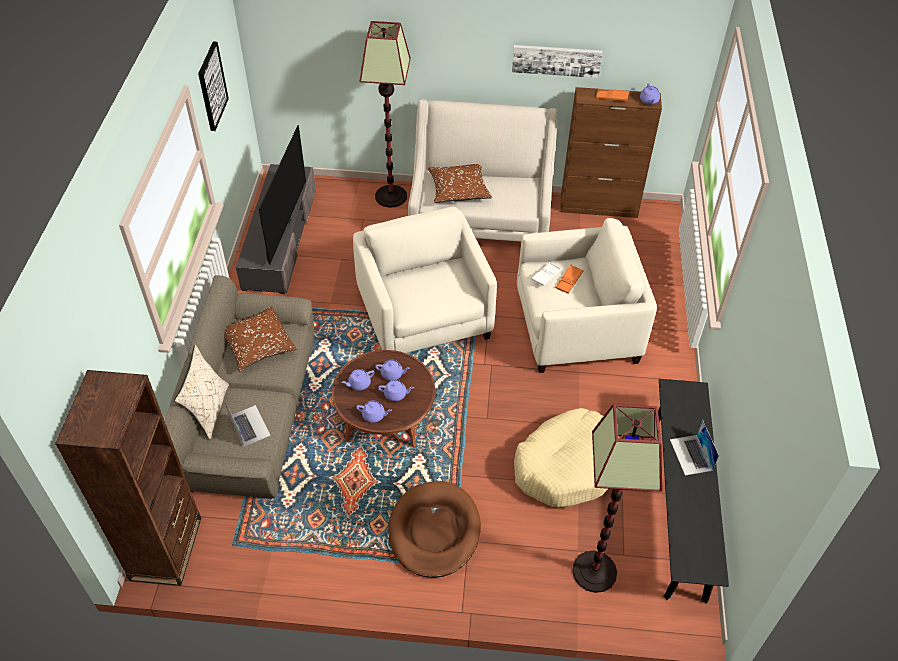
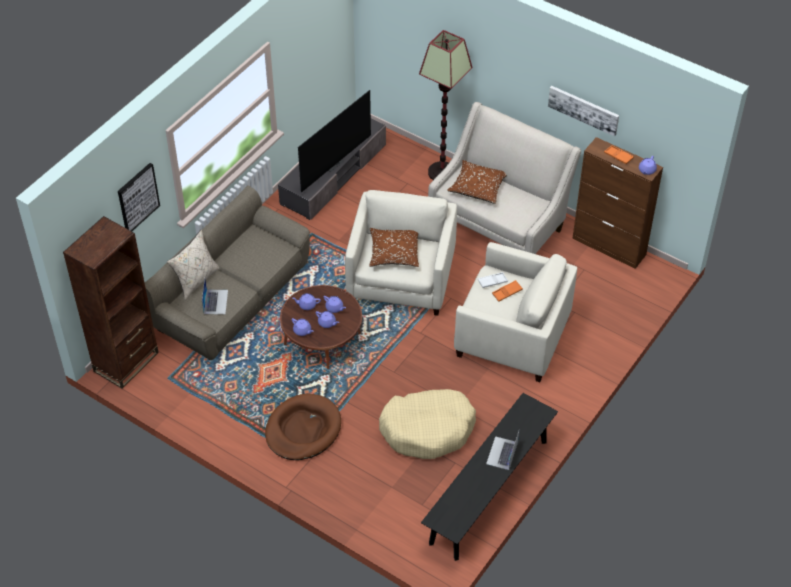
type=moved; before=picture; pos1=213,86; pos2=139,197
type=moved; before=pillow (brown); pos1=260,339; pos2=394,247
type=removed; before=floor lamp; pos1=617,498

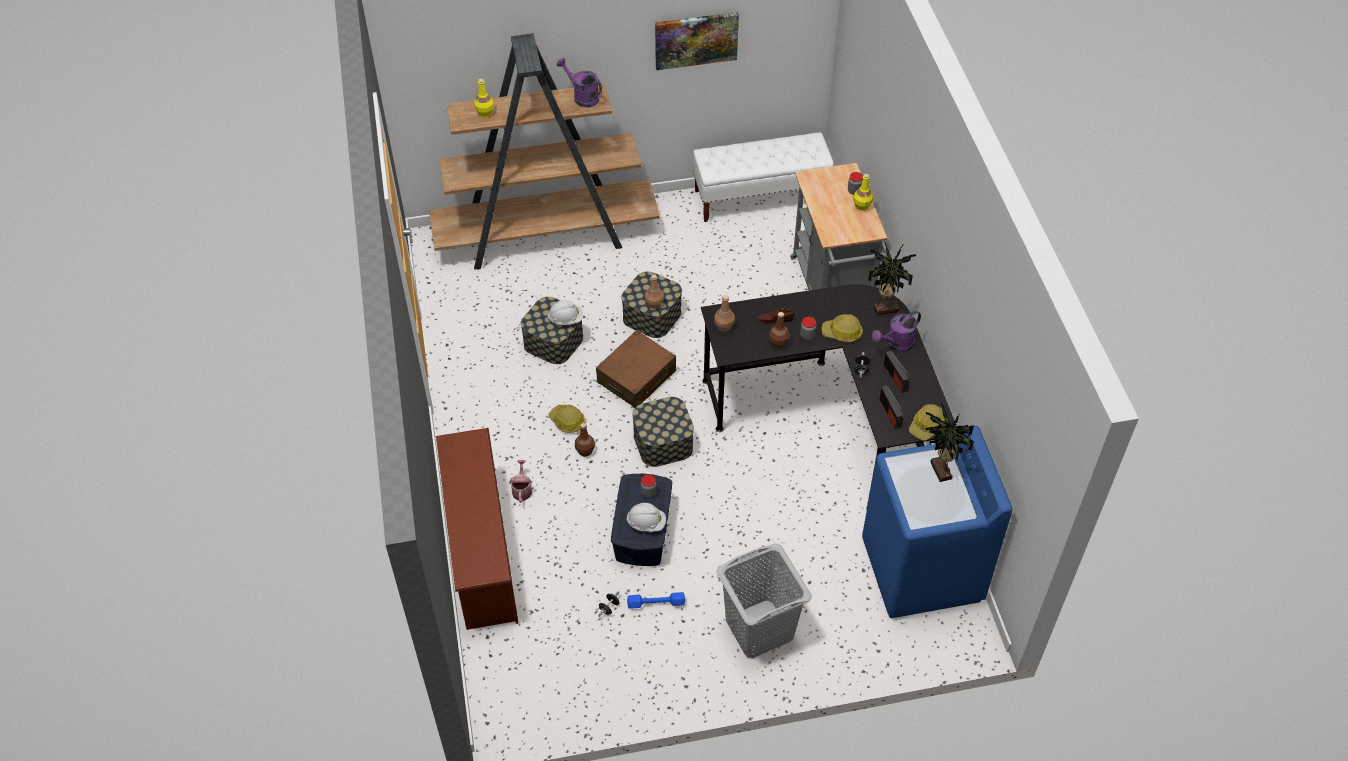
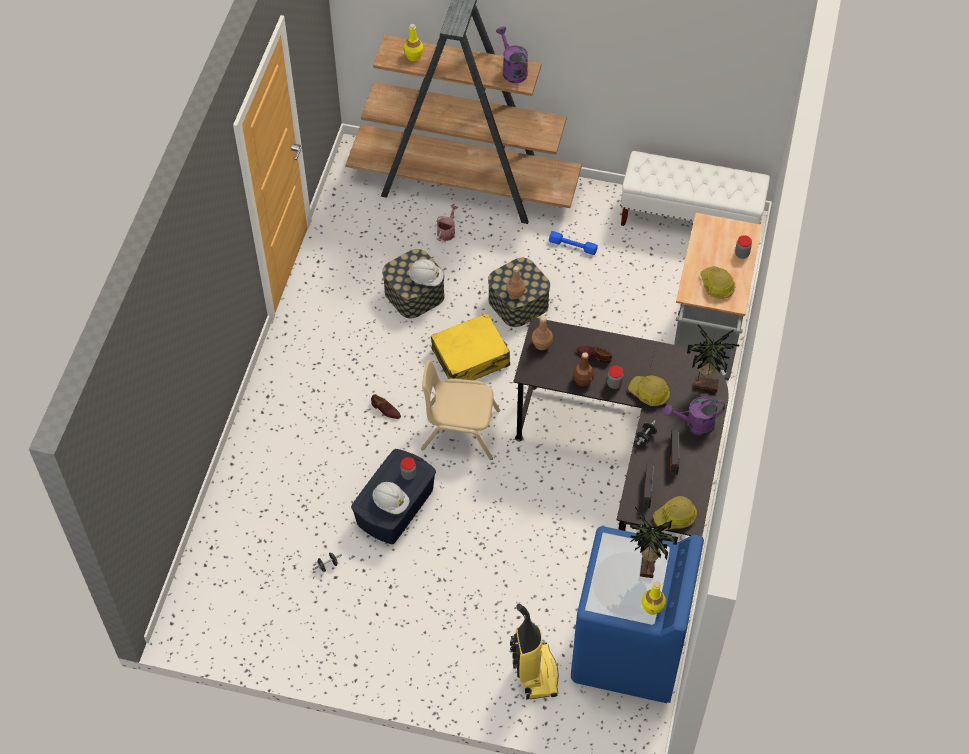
type=removed; before=shoe rack (brown); pos1=477,529
type=moved; before=watering can; pos1=520,481; pos2=447,223
type=moved; before=hard hat; pos1=566,419; pos2=717,282
type=replaced; before=bottle (brown); after=shoe (brown); pos1=585,439; pos2=386,406
type=recoloured; before=suitcase (brown); after=suitcase (yellow); pos1=636,369; pos2=470,346
type=moved; before=dumbbell (blue); pos1=656,600; pos2=573,243
type=replaced; before=storage box; after=chair (beige); pos1=663,432; pos2=460,410
type=removed; before=picture; pos1=697,41
type=removed; before=laundry basket (grey); pos1=764,600
type=moved; before=bottle (yellow); pos1=863,192; pos2=654,598
type=added; after=vacuum cleaner; pos2=534,652

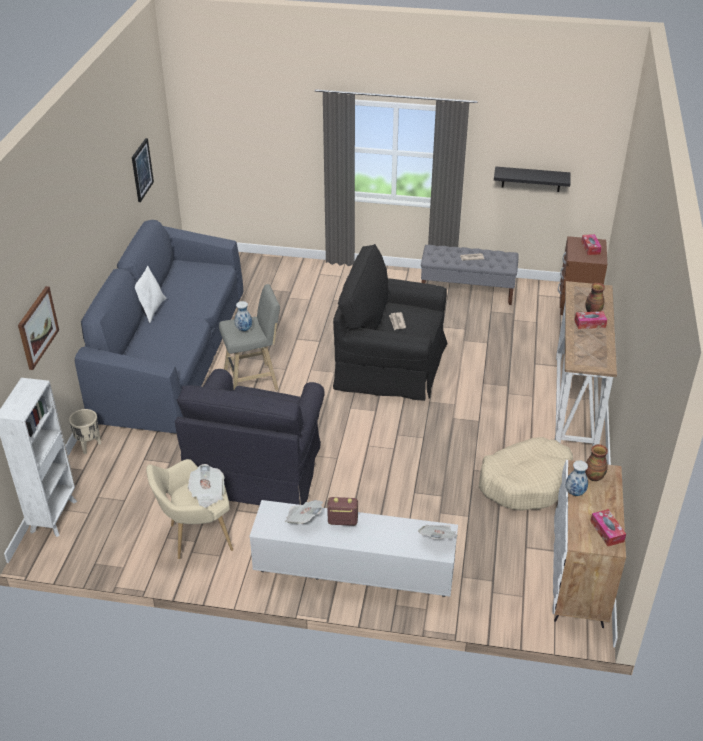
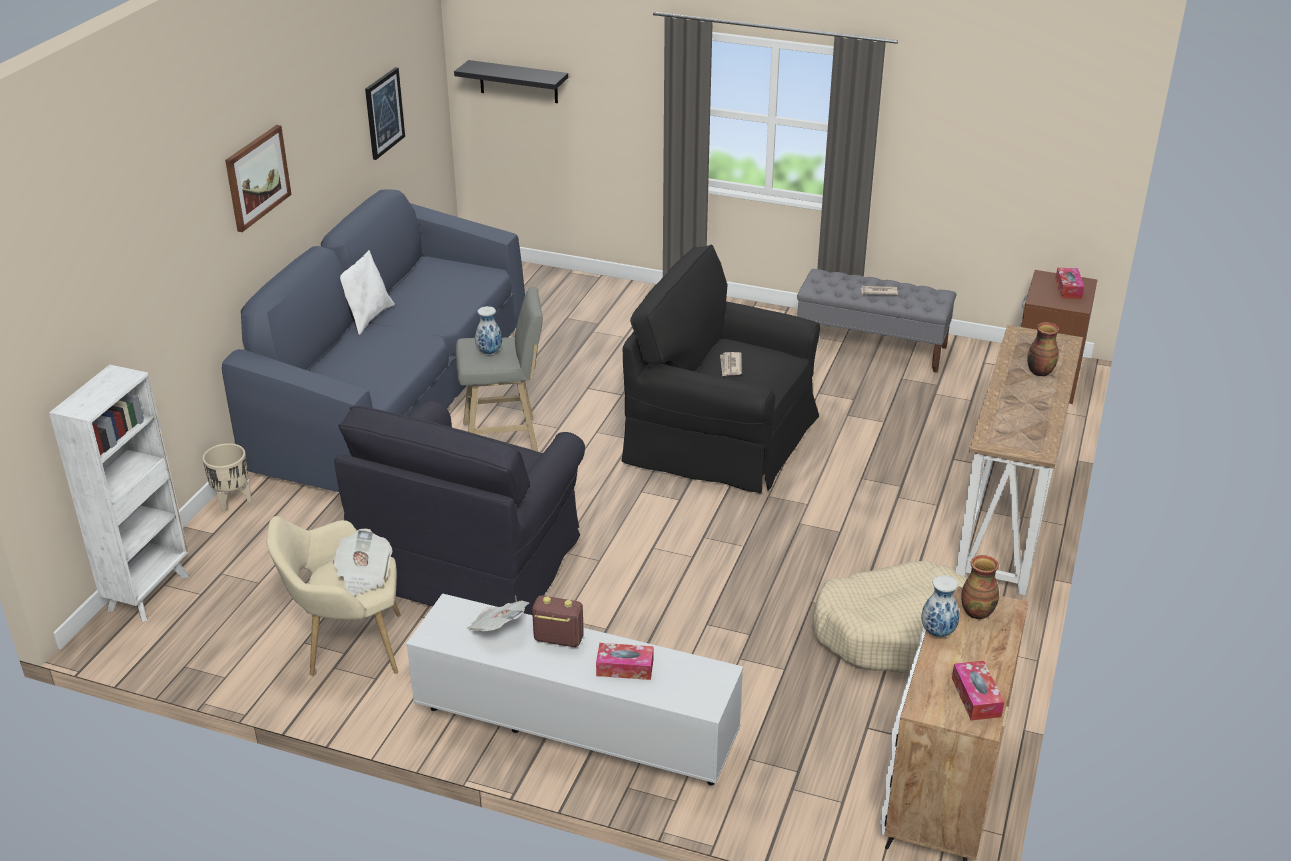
type=moved; before=picture; pos1=38,328; pos2=258,178
type=removed; before=newspaper; pos1=438,532
type=moved; before=shelf (black); pos1=532,179; pos2=511,81
type=moved; before=tissue box; pos1=591,320; pos2=625,661

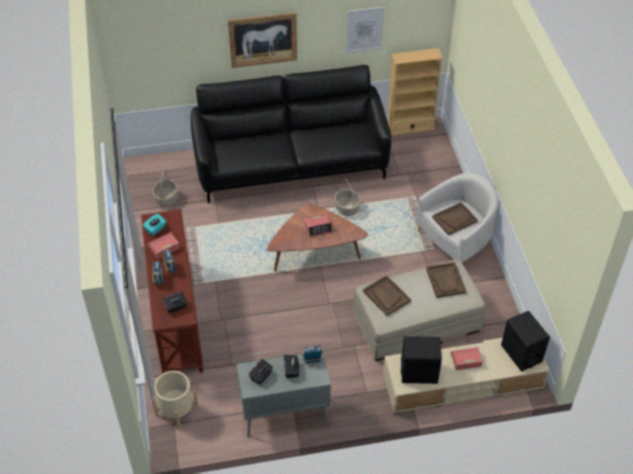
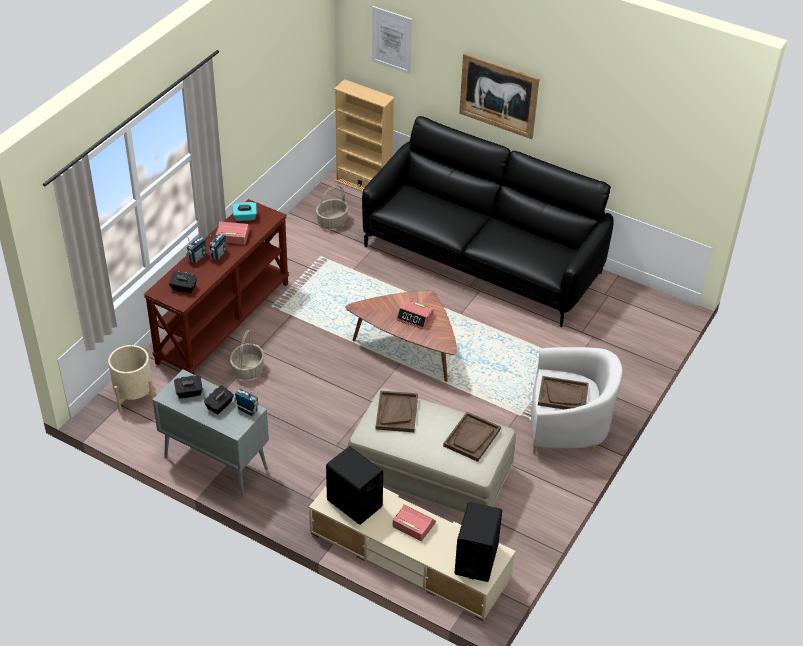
type=moved; before=basket; pos1=347,197; pos2=247,355
type=moved; before=picture; pos1=365,30; pos2=392,40
type=moved; before=bookcase (beige); pos1=415,91; pos2=364,135

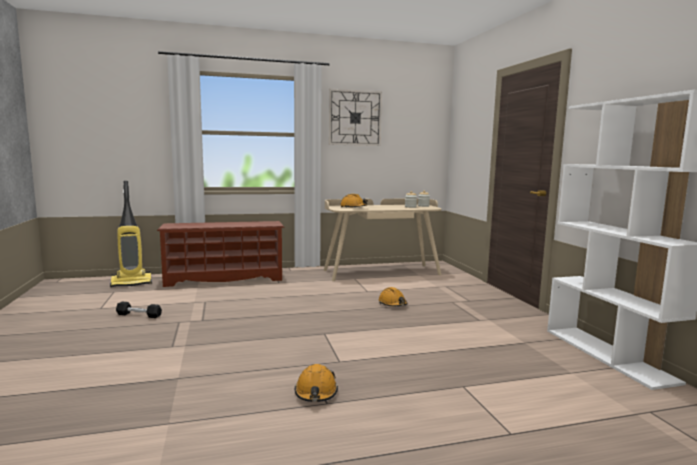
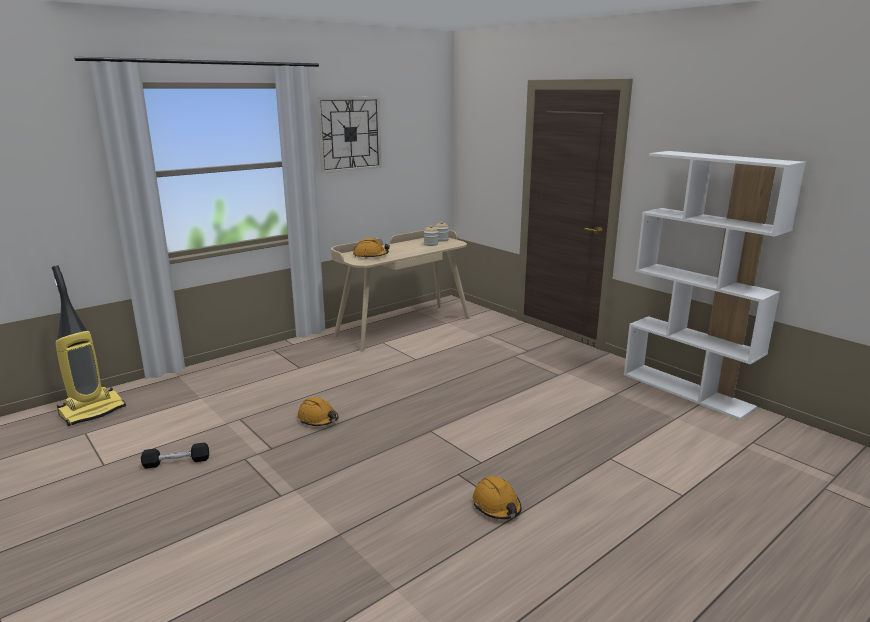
type=removed; before=shoe rack (brown); pos1=221,254
type=moved; before=hard hat (orange); pos1=393,296; pos2=318,411

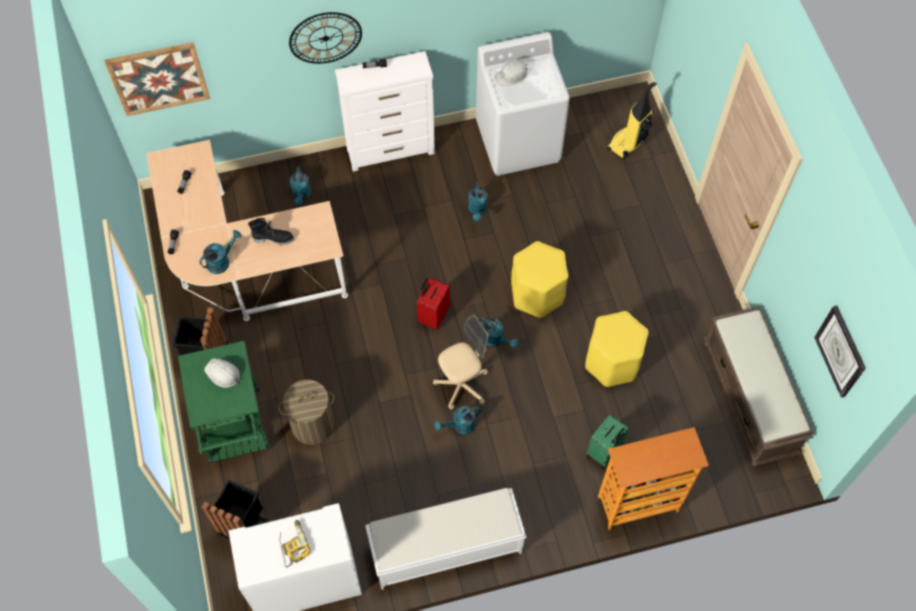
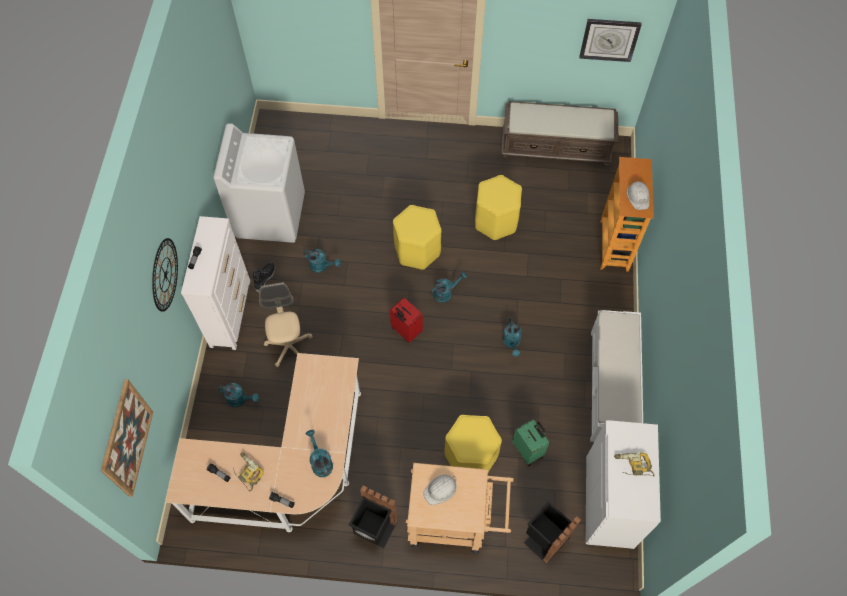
type=recoloured; before=cart (green); after=cart (beige); pos1=224,401; pos2=460,508
type=moved; before=boot (black); pos1=271,231; pos2=264,277
type=replaced; before=laundry basket; after=stool (yellow); pos1=306,412; pos2=473,443
type=moved; before=office chair (beige); pos1=460,362; pos2=286,324
type=moved; before=hard hat (white); pos1=511,73; pos2=638,196
type=moved; before=suitcase (green); pos1=608,441; pos2=530,442
type=removed; before=vacuum cleaner; pos1=632,121
type=added; after=power drill; pos2=248,471

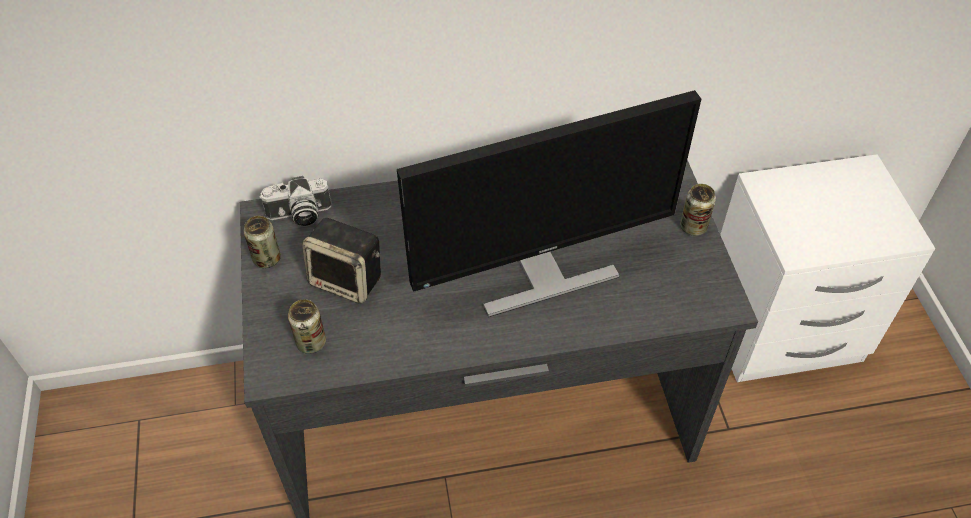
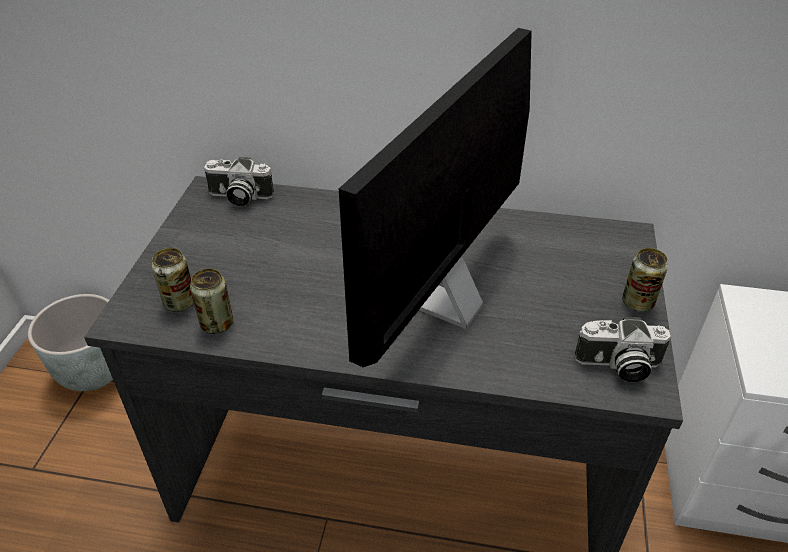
type=moved; before=can; pos1=262,242; pos2=211,301
type=removed; before=speaker; pos1=341,261
type=turned; before=monitor; pos1=549,203; pos2=435,197; turn=120
type=added; after=planter (grey); pos2=70,342
type=added; after=photo camera; pos2=623,349

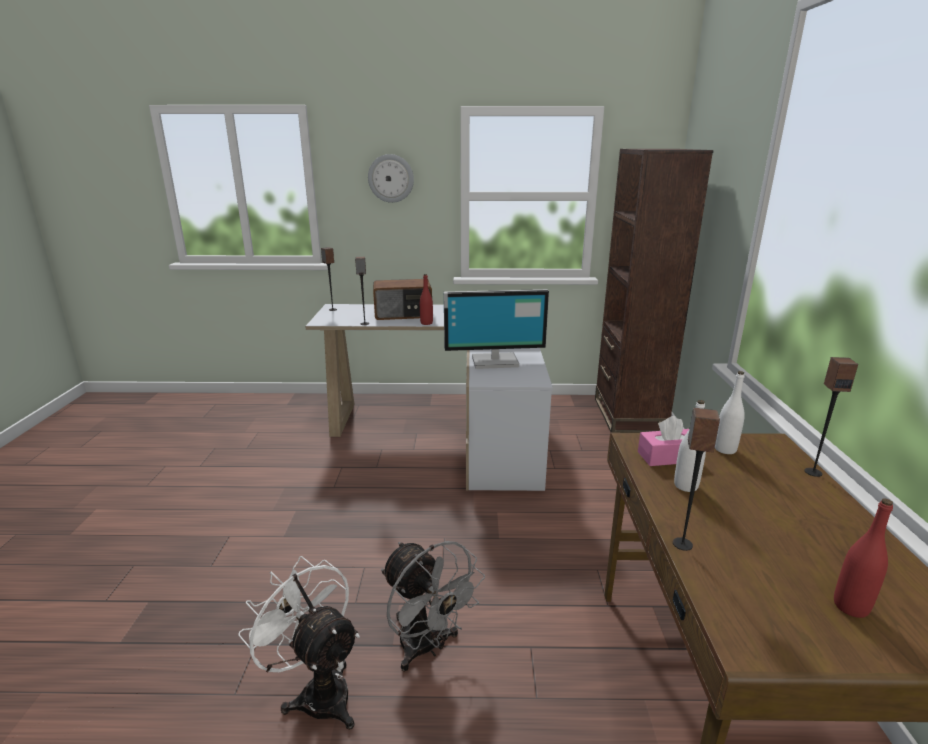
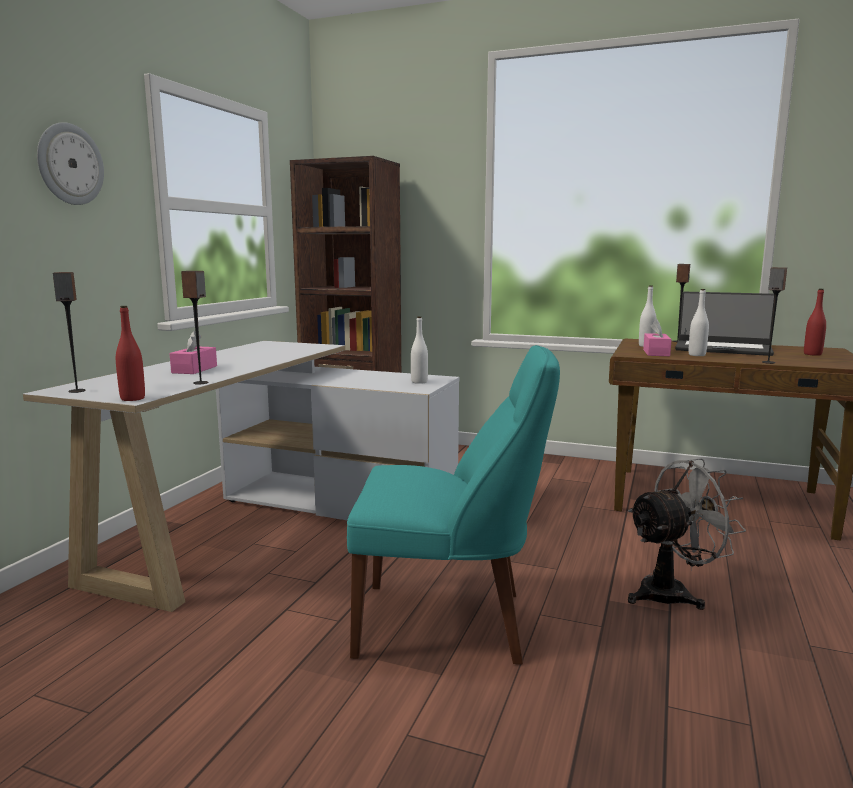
type=removed; before=fan (white); pos1=299,643
type=replaced; before=radio; after=tissue box (pink); pos1=402,299; pos2=193,352
type=moved; before=bottle (red); pos1=426,299; pos2=130,353
type=removed; before=monitor; pos1=496,329
type=added; after=chair (turquoise); pos2=453,505
type=added; after=bottle (white); pos2=419,350
type=added; after=laptop; pos2=724,324

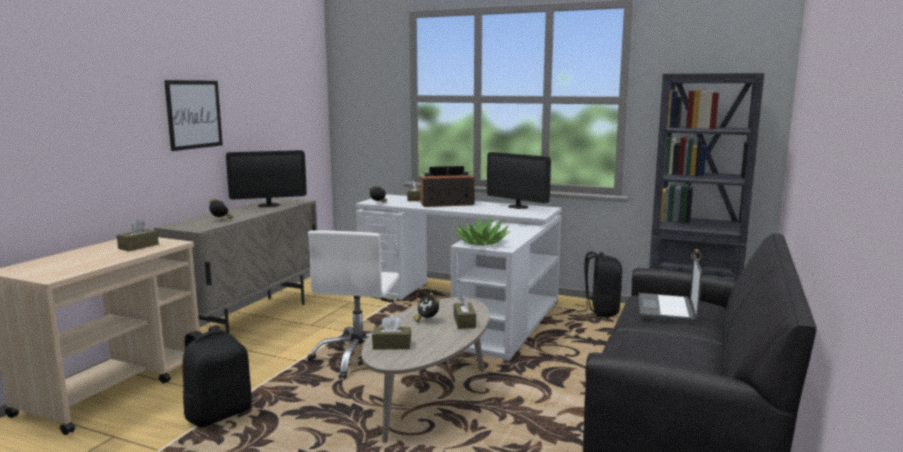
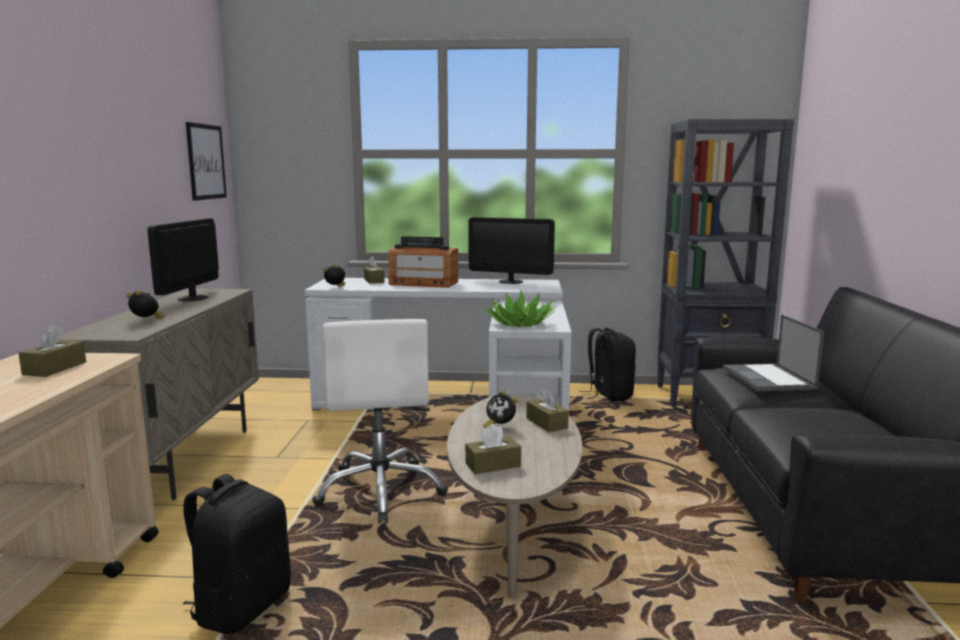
type=moved; before=picture; pos1=193,115; pos2=206,161
type=turned; before=monitor; pos1=266,178; pos2=183,259; turn=135
type=turned; before=radio; pos1=447,186; pos2=423,262; turn=-135

